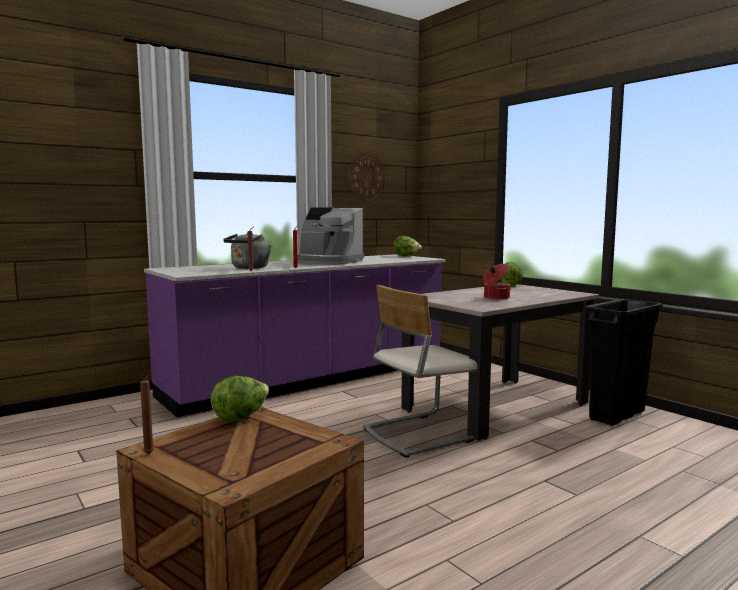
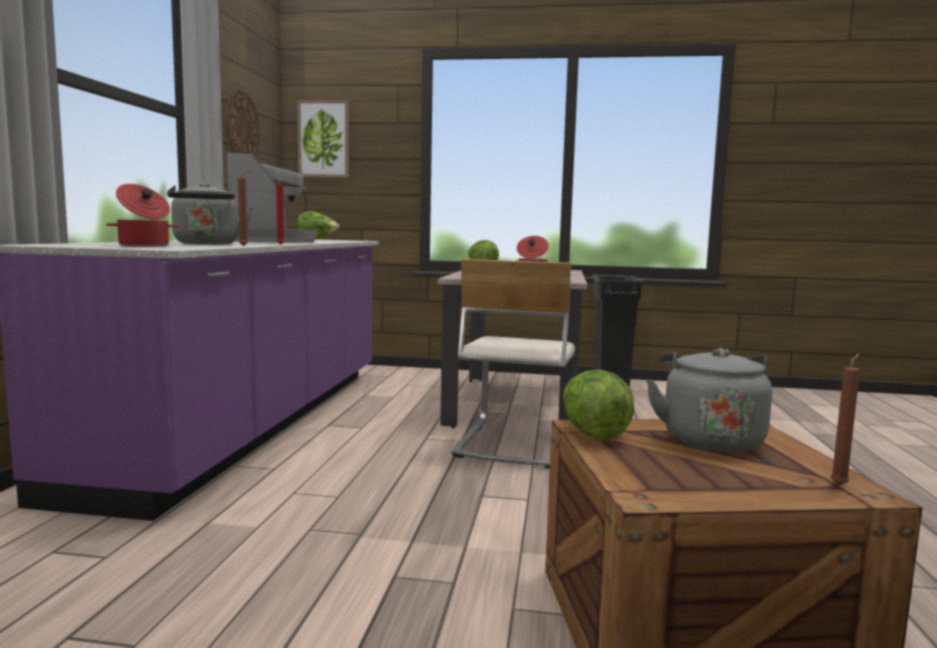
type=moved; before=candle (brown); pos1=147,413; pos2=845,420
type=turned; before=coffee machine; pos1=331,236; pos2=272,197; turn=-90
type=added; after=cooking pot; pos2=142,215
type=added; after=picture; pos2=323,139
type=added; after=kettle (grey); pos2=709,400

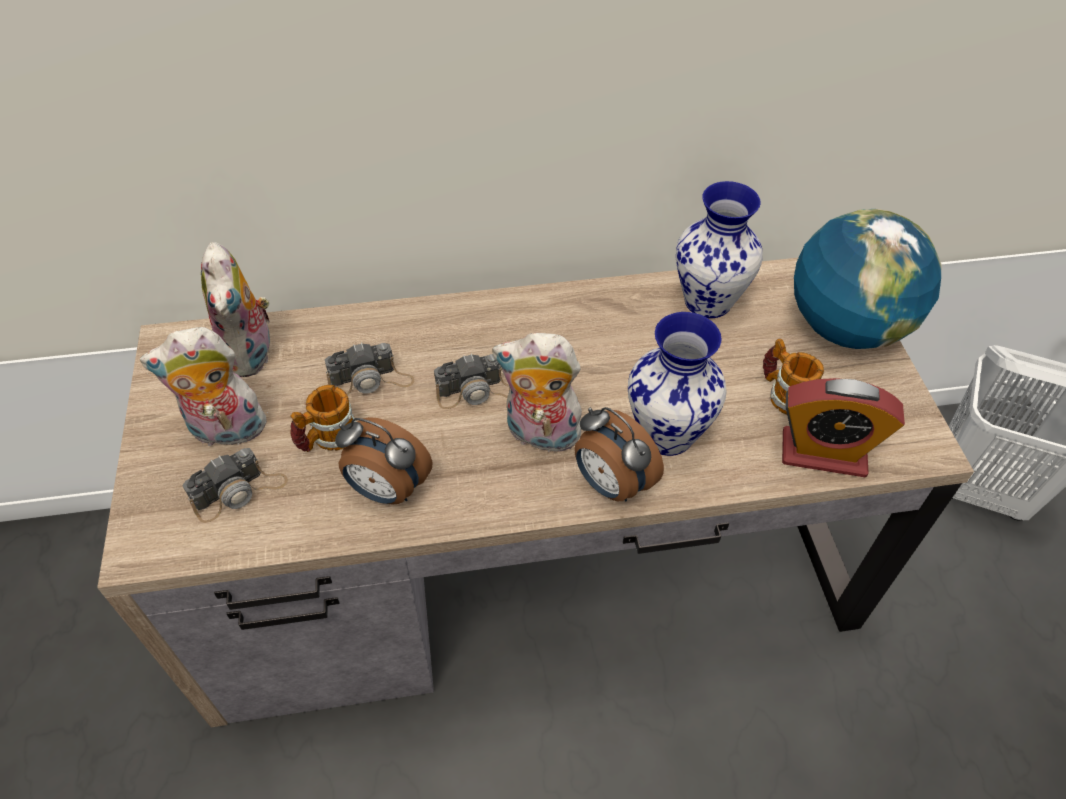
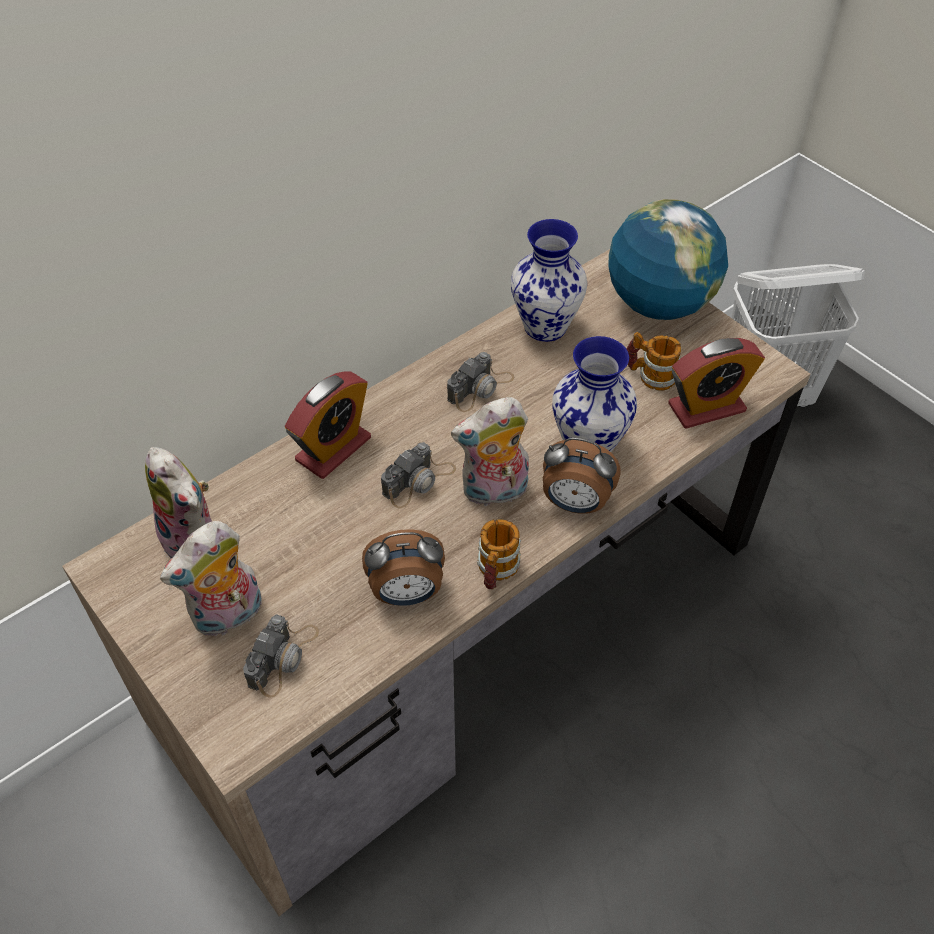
type=moved; before=mug; pos1=323,418; pos2=499,554
type=moved; before=photo camera; pos1=369,368; pos2=480,382
type=added; after=alarm clock; pos2=328,425

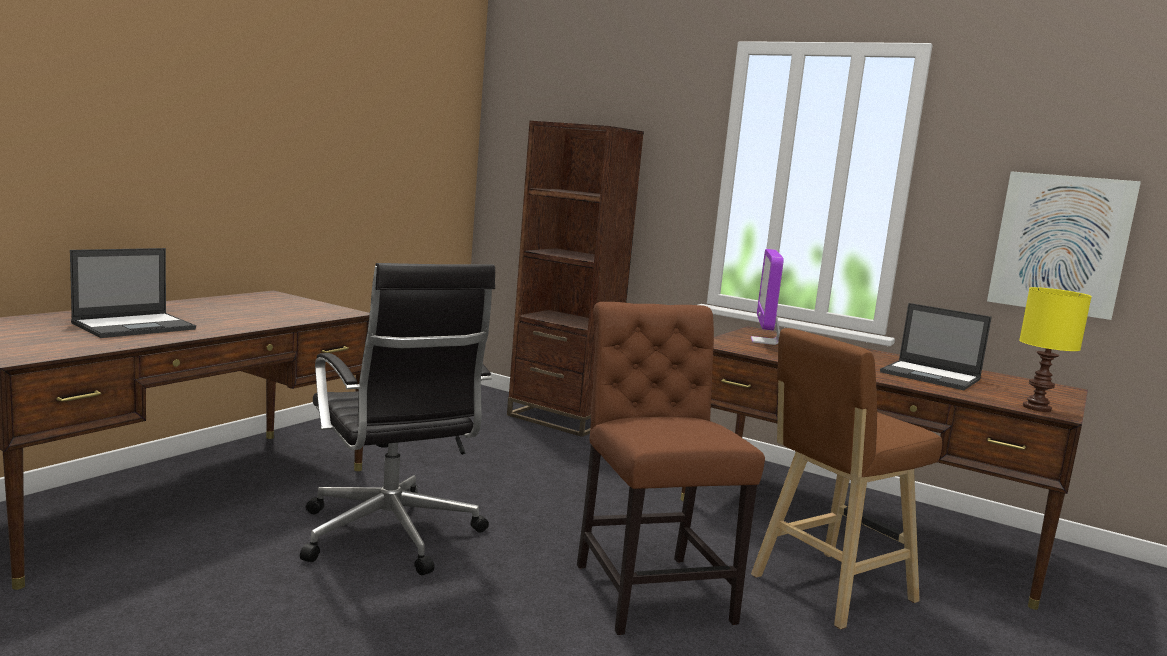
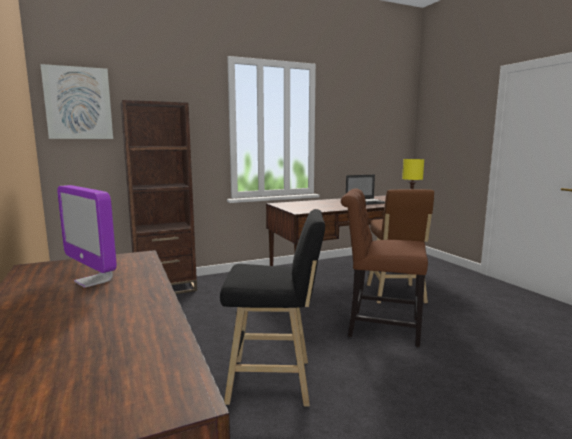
type=removed; before=laptop; pos1=133,293
type=replaced; before=office chair (black); after=stool (black); pos1=397,419; pos2=272,308
type=moved; before=monitor; pos1=767,297; pos2=87,236
type=moved; before=picture; pos1=1064,245; pos2=76,101

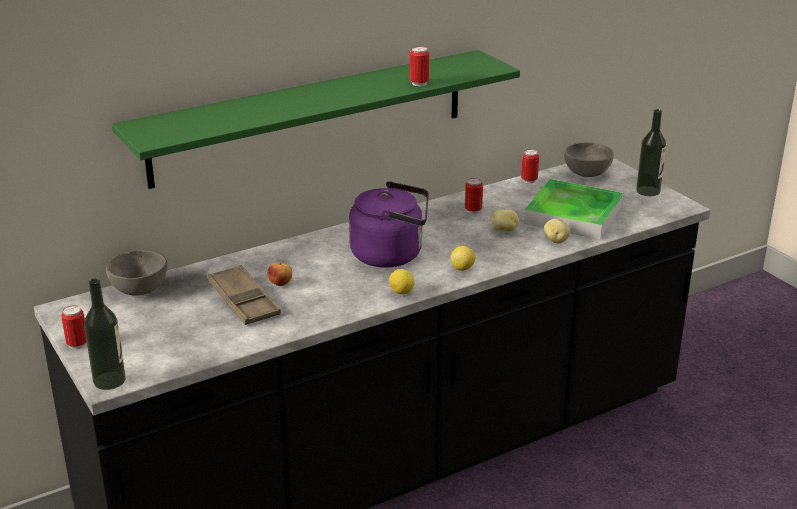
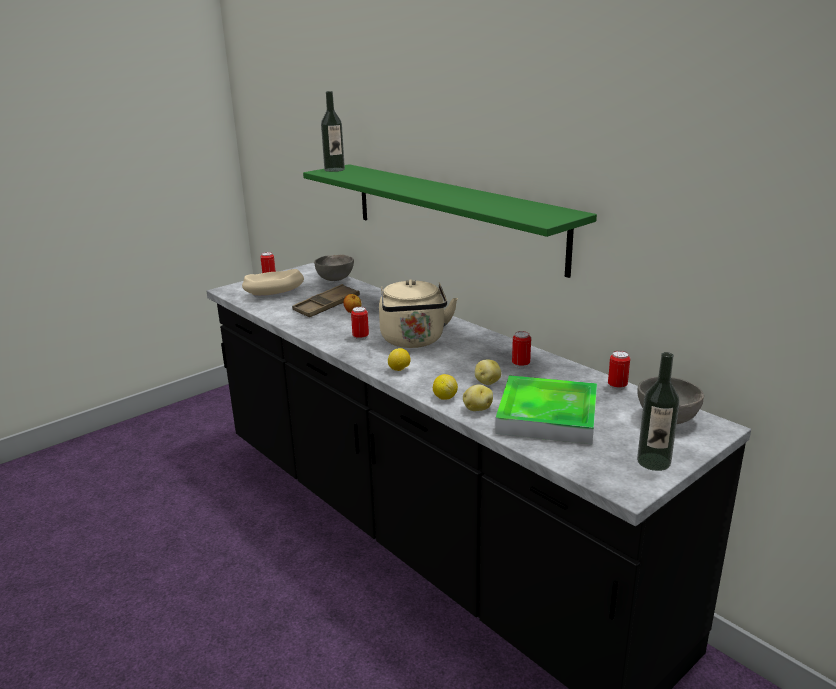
type=moved; before=bottle; pos1=105,334; pos2=333,131
type=recoloured; before=kettle (purple); after=kettle (beige); pos1=389,224; pos2=418,314
type=moved; before=lemon; pos1=402,281; pos2=445,387
type=moved; before=can; pos1=419,66; pos2=360,323
type=added; after=bowl (beige); pos2=273,283

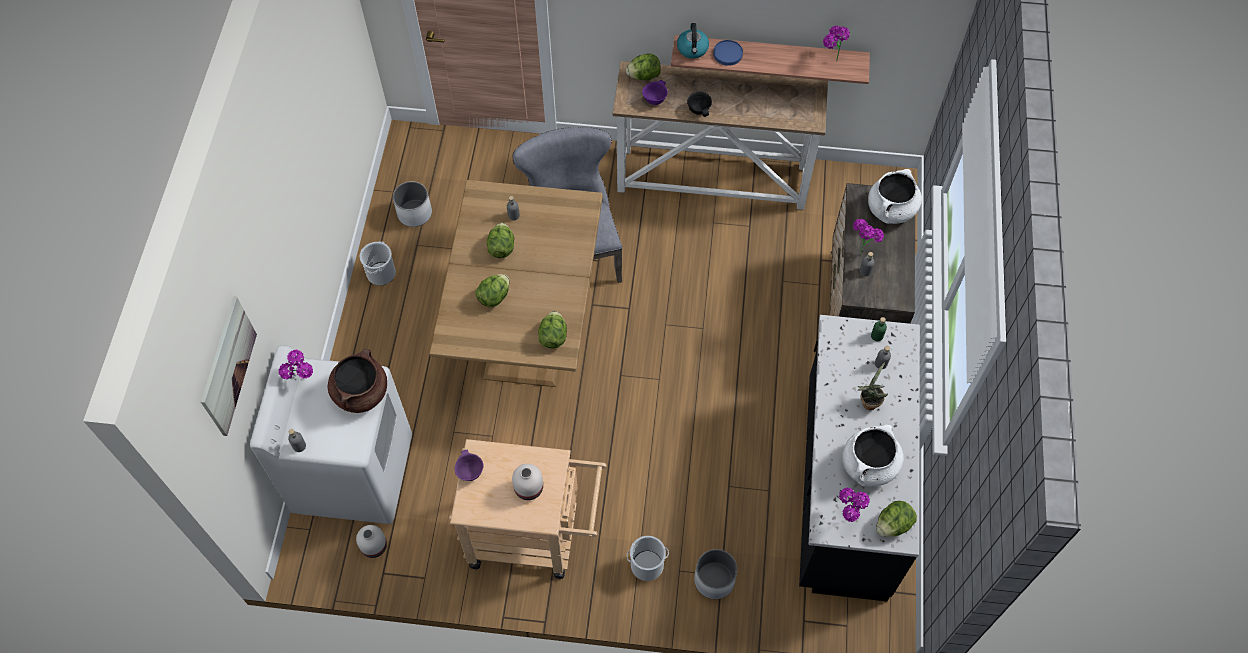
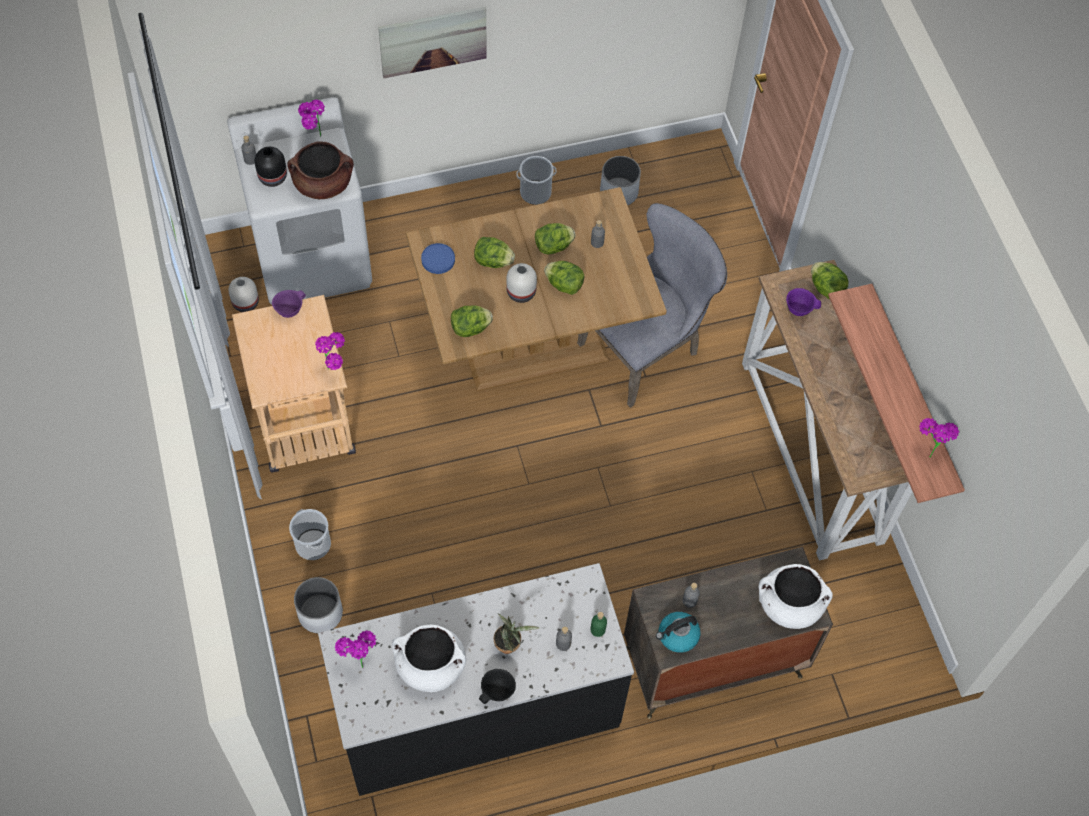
type=moved; before=picture; pos1=229,366; pos2=432,42
type=moved; before=vase (white); pos1=527,482; pos2=521,283
type=moved; before=kettle; pos1=693,41; pos2=678,632
type=moved; before=bowl (black); pos1=699,104; pos2=497,686
type=moved; before=plate (blue); pos1=728,53; pos2=438,258
type=moved; before=potted plant; pos1=868,237; pos2=330,351
type=moved; before=lettuce; pos1=896,519; pos2=564,278
type=added; after=vase (black); pos2=271,167

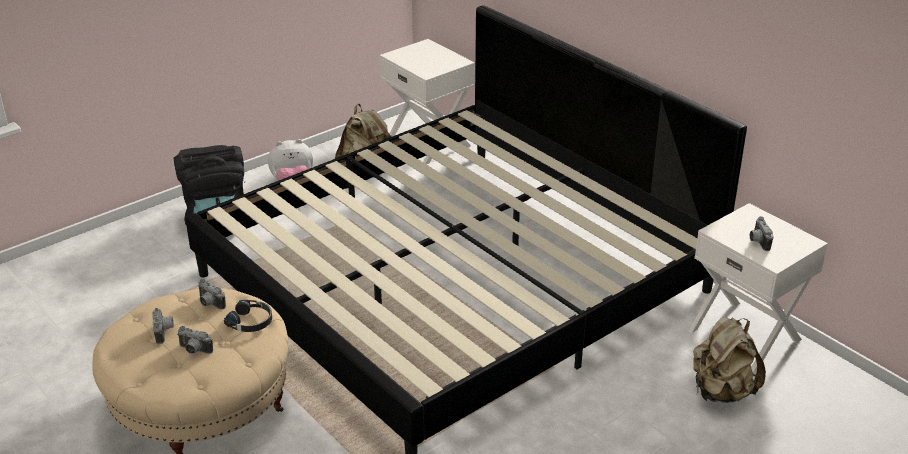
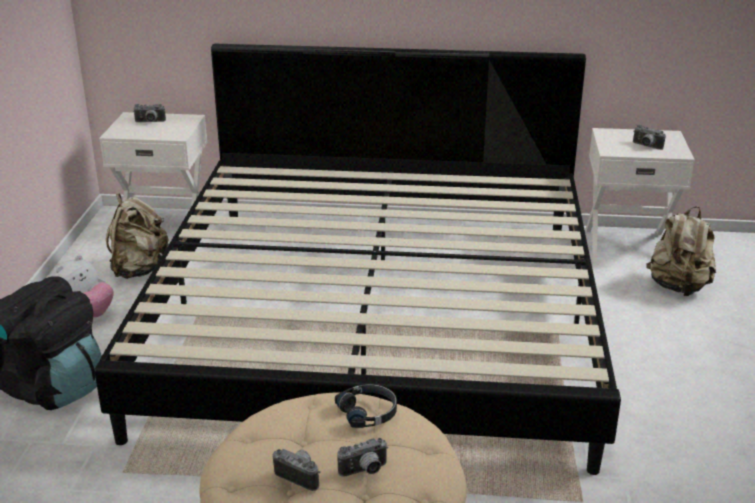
type=moved; before=photo camera; pos1=212,294; pos2=150,113

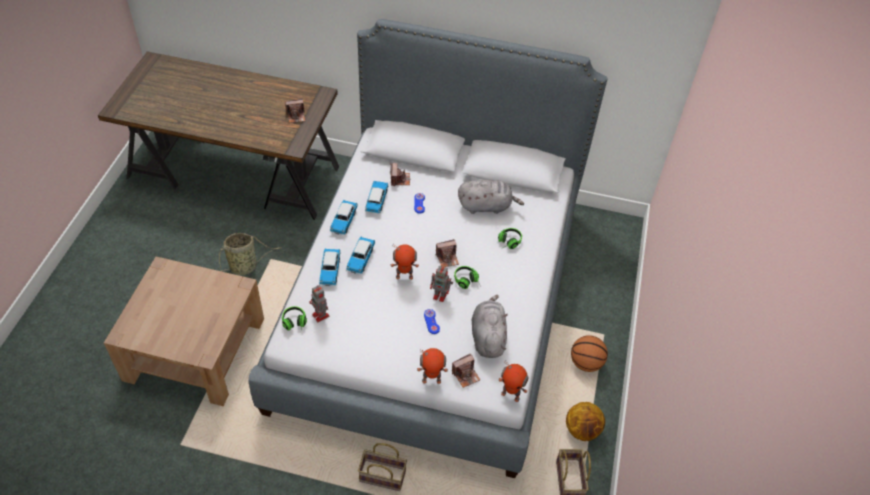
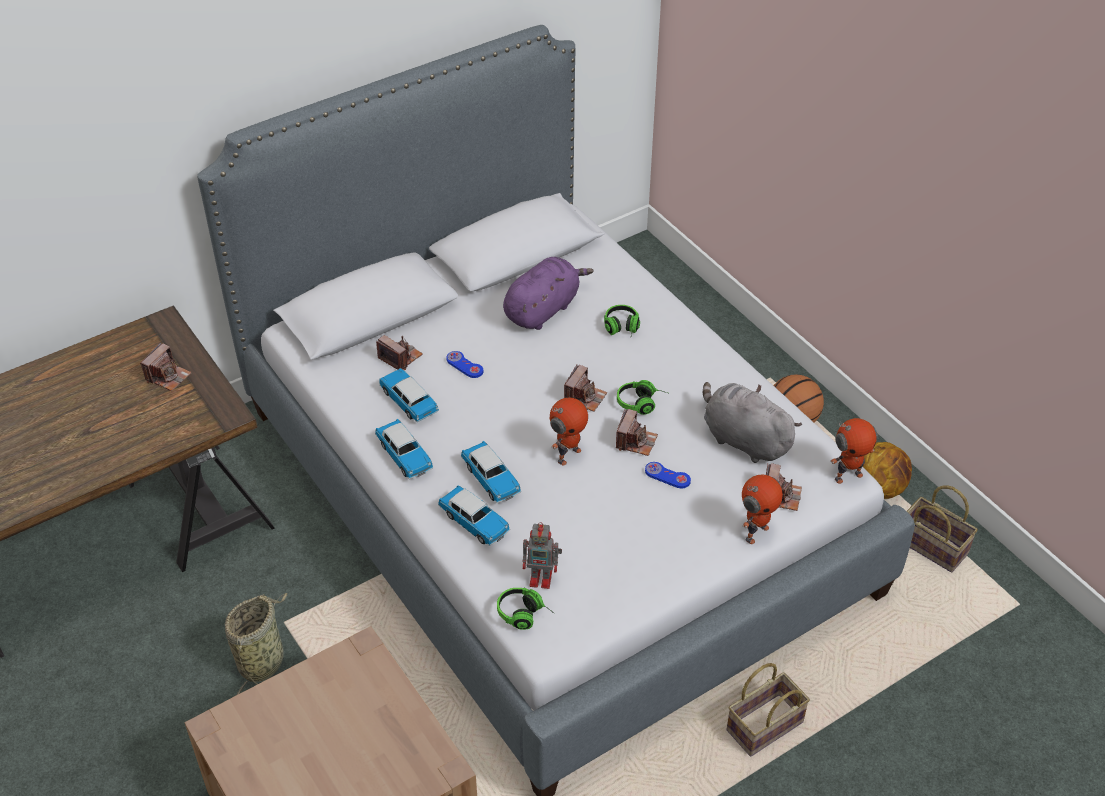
type=replaced; before=toy robot; after=photo camera; pos1=441,284; pos2=637,432
type=recoloured; before=plush toy (grey); after=plush toy (purple); pos1=491,197; pos2=548,293

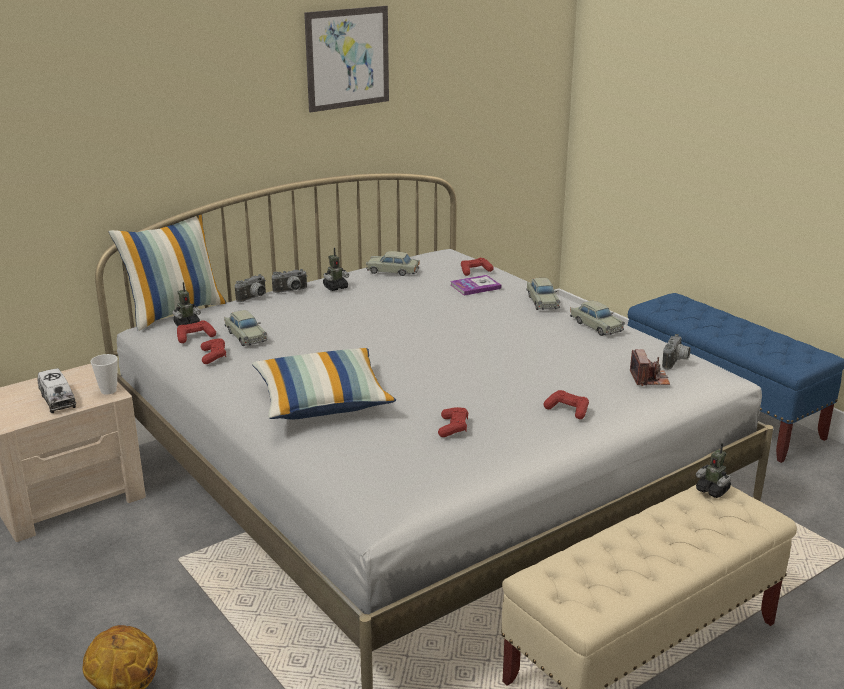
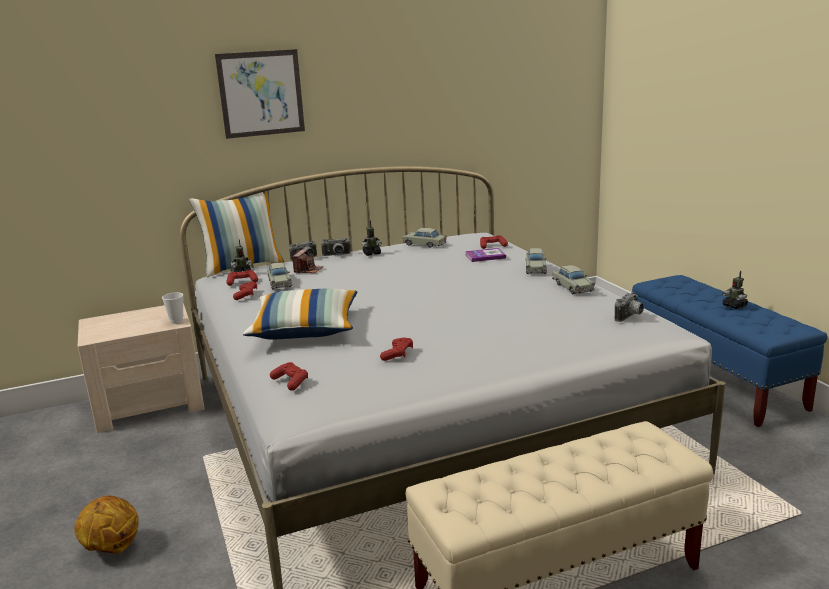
type=removed; before=toy truck; pos1=57,390
type=moved; before=picture; pos1=346,59; pos2=260,94
type=moved; before=game controller (red); pos1=566,404; pos2=289,376
type=moved; before=photo camera; pos1=650,367; pos2=307,261
type=moved; before=toy robot; pos1=713,470; pos2=735,290

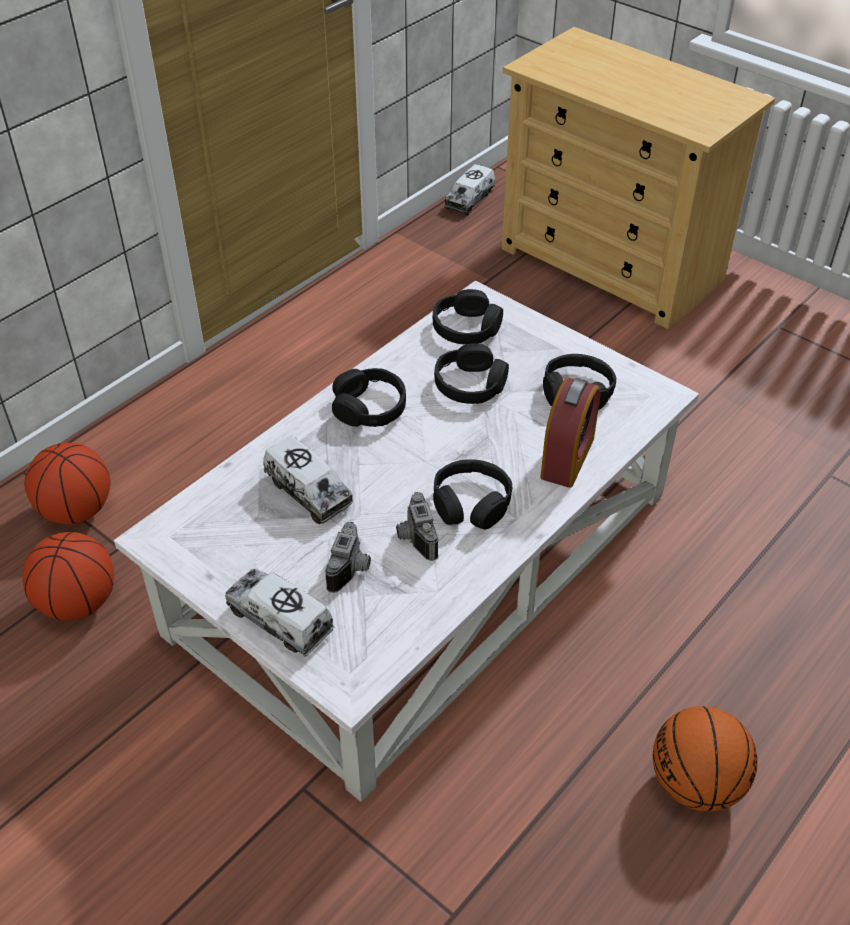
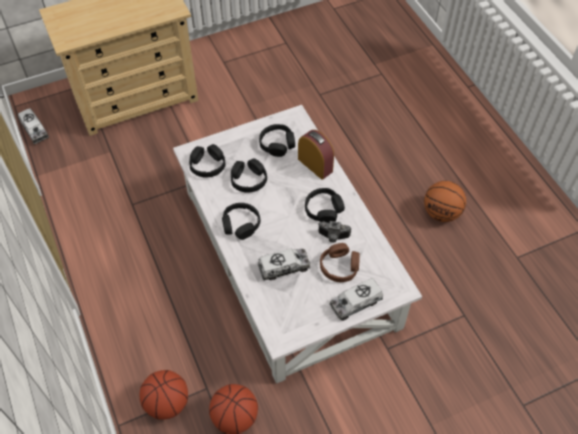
type=replaced; before=photo camera; after=headphones (brown); pos1=348,557; pos2=340,262

